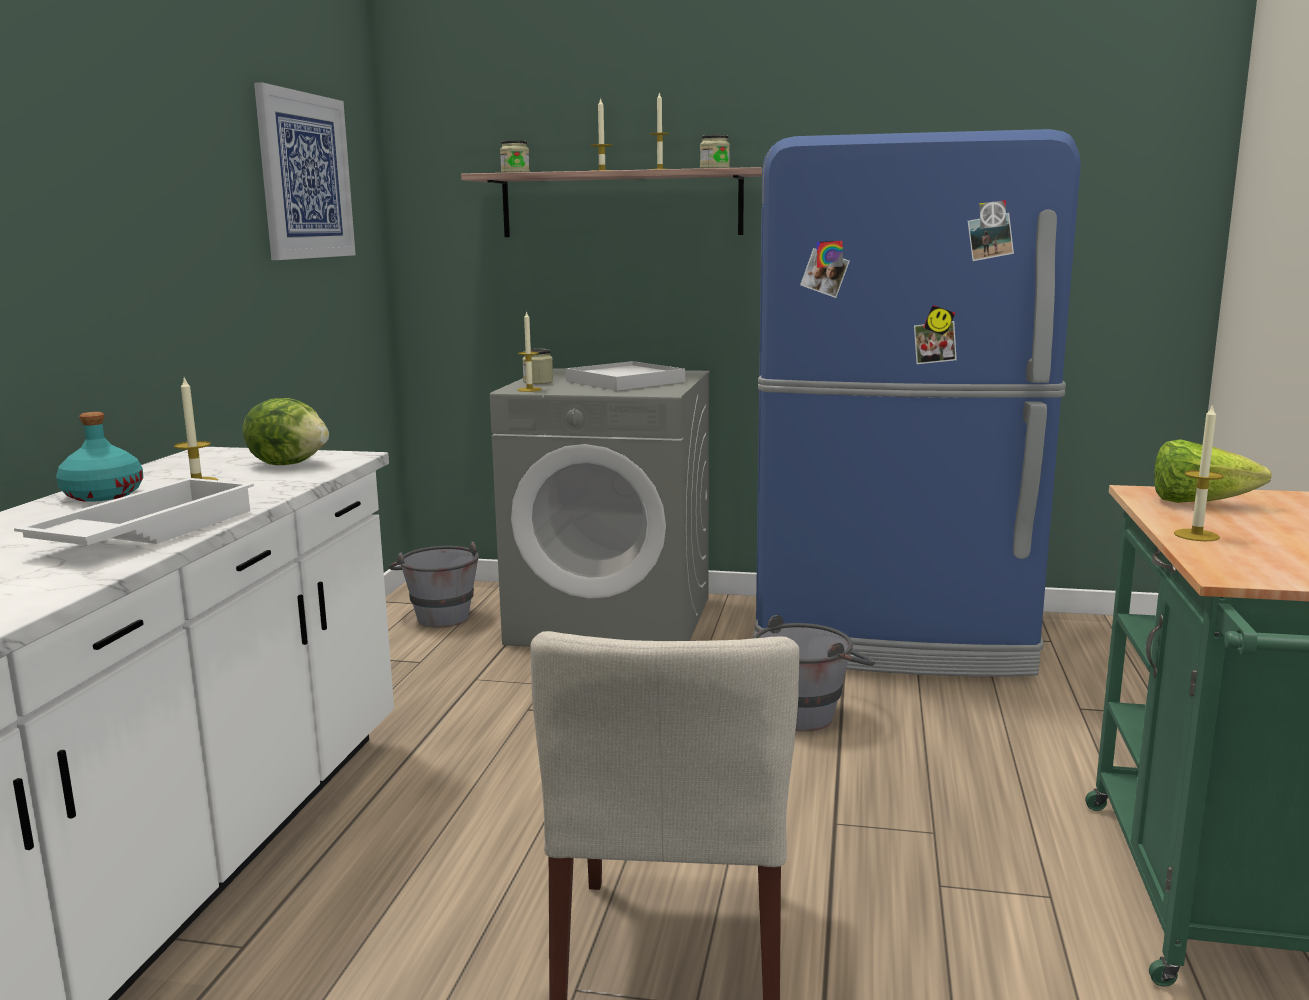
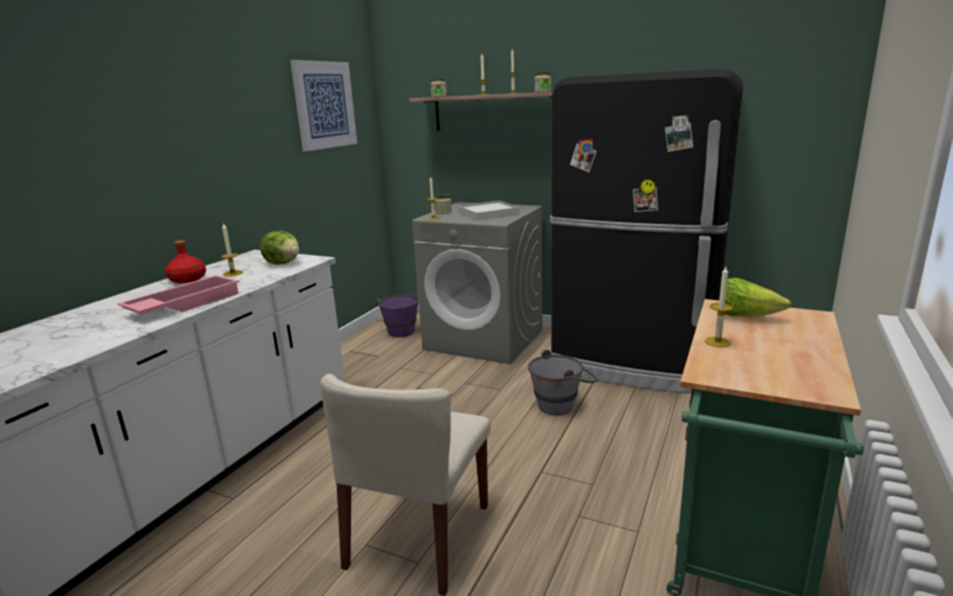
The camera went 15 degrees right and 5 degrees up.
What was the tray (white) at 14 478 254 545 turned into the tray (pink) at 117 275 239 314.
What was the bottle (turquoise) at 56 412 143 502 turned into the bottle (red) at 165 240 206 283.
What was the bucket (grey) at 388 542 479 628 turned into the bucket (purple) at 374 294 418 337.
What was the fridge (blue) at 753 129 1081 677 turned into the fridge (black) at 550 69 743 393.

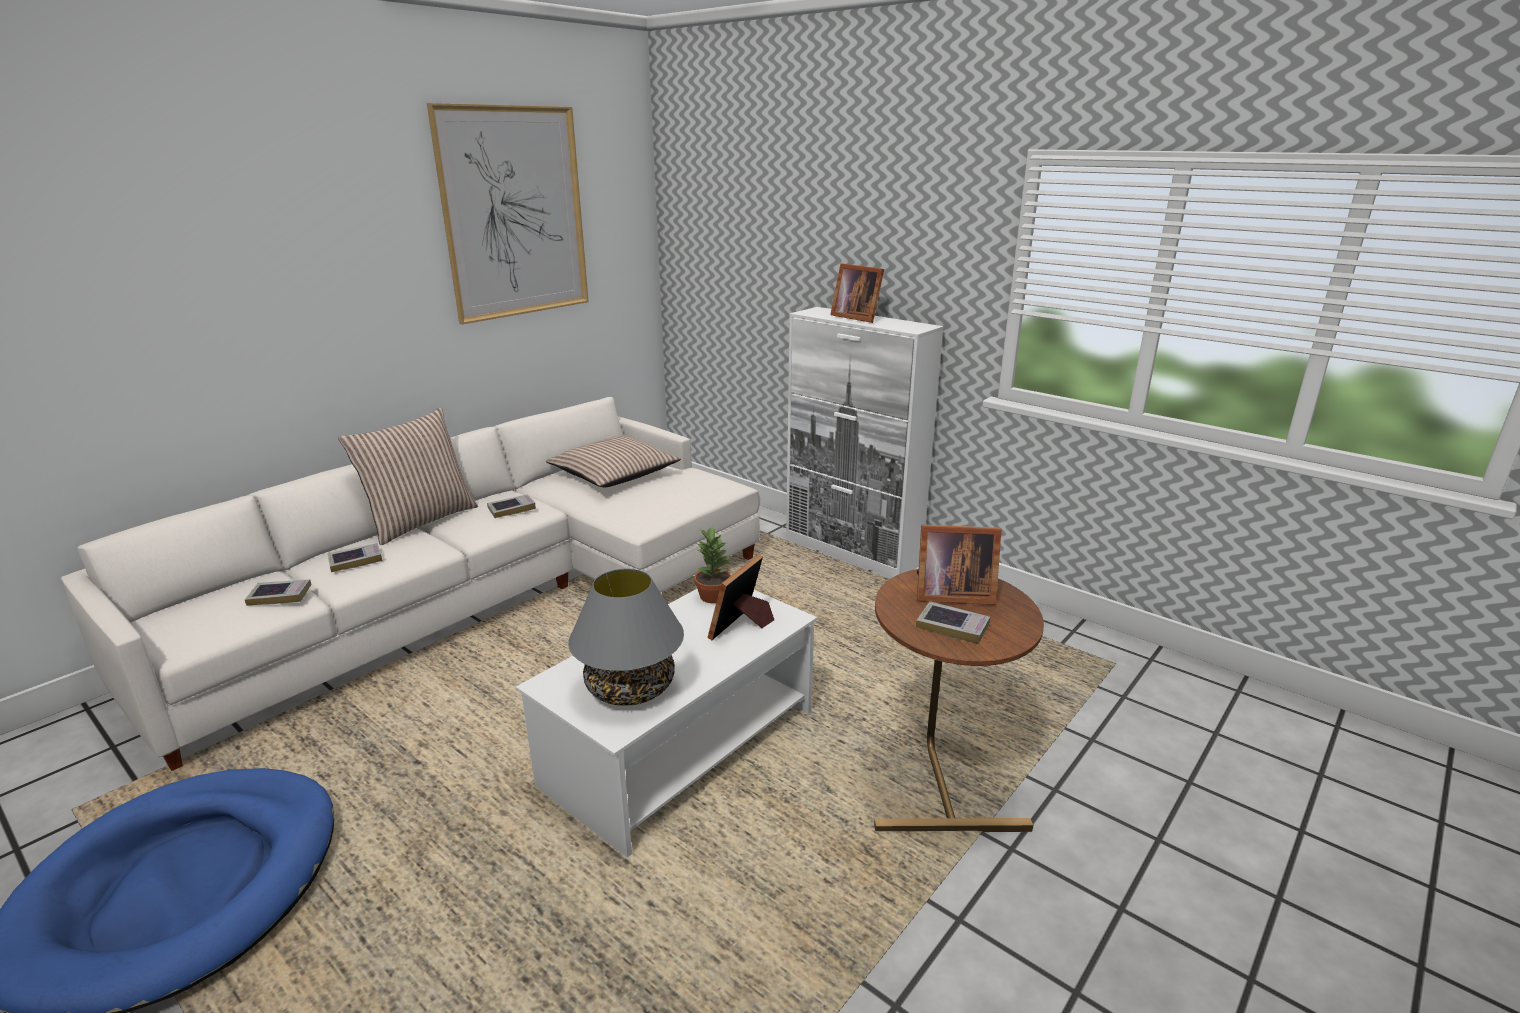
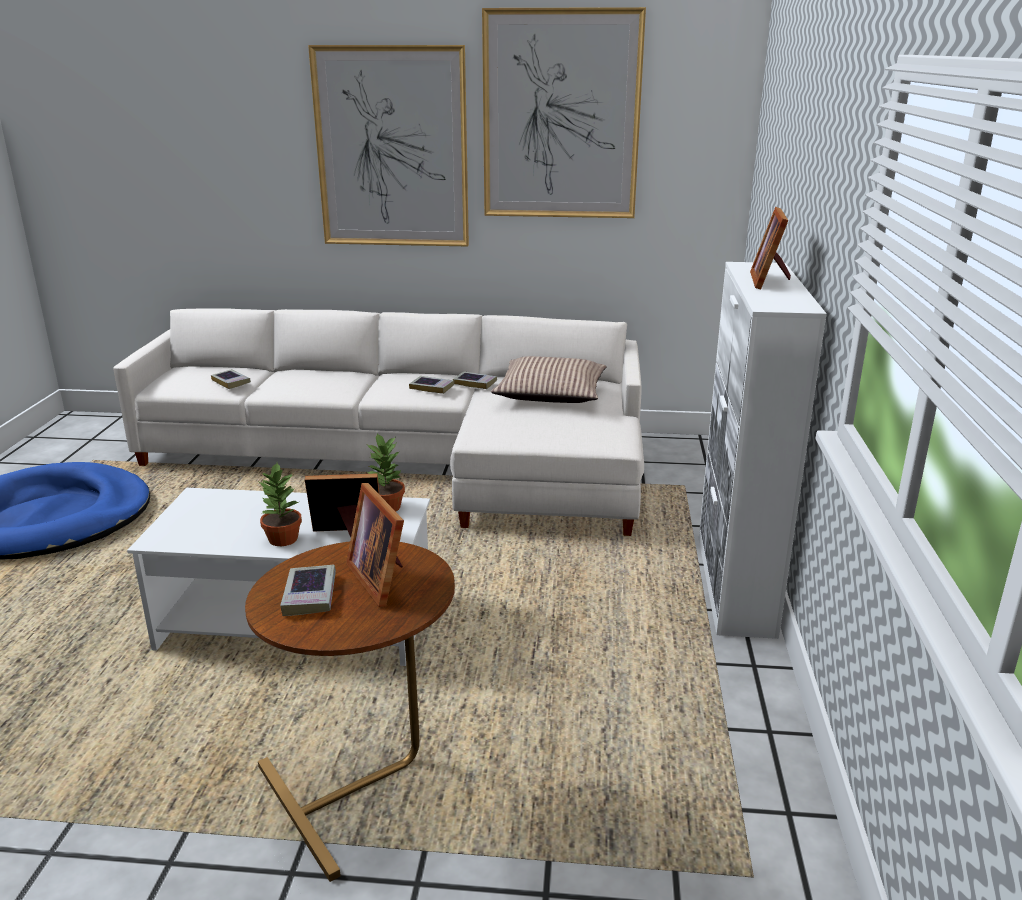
The camera went 55 degrees right and 0 degrees up.
The book ended up elsewhere, having gone from 328 543 382 572 to 453 371 497 389.
The second view lost the pillow at 338 408 478 545.
The second view lost the table lamp (grey) at 568 568 684 706.
The second view gained the potted plant at 259 463 302 546.
The second view gained the picture at 308 45 469 246.

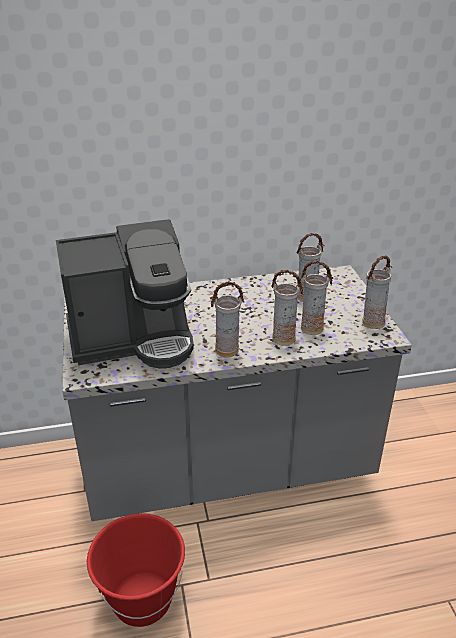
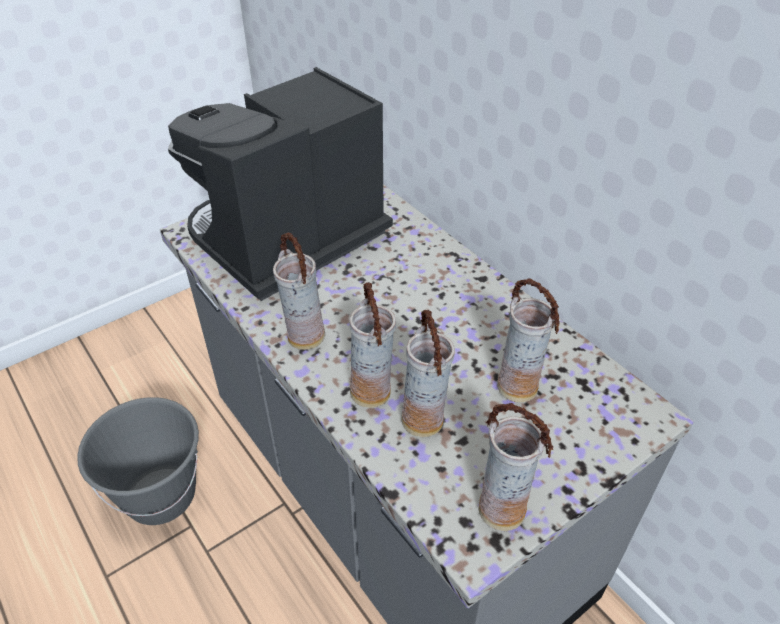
The camera went 65 degrees right and 10 degrees up.
The coffee machine at 56 219 194 369 ended up facing another way, 90 degrees clockwise from before.
What was the bucket (red) at 87 513 185 627 turned into the bucket (grey) at 77 397 199 525.

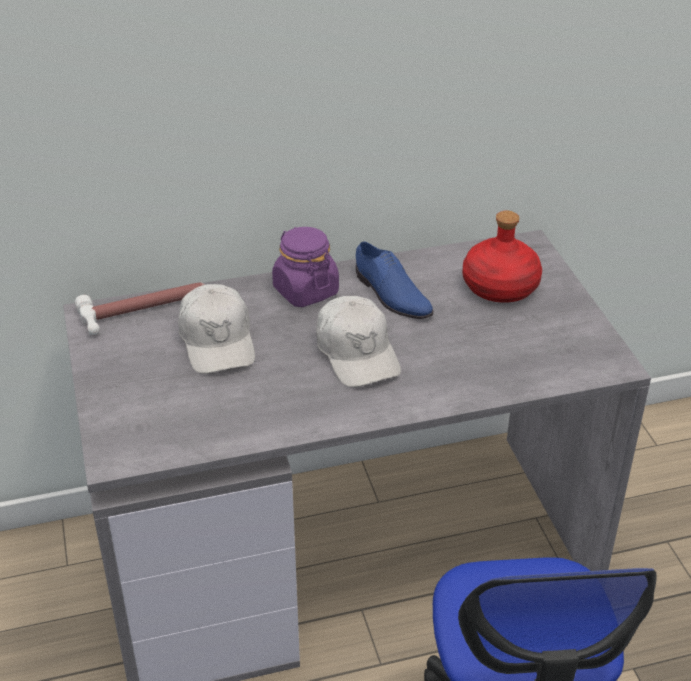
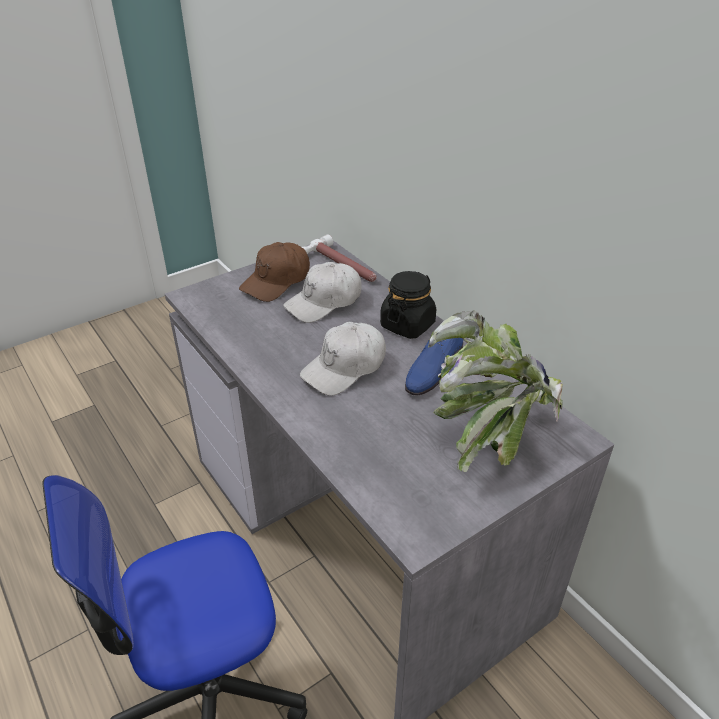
The camera went 70 degrees right and 0 degrees up.
What was the jar (purple) at 272 227 339 307 turned into the jar (black) at 380 271 436 339.
Where the bottle (red) stood at 463 210 542 303, the potted plant came to stand at 428 310 563 472.
The second view gained the cap (brown) at 239 242 310 302.

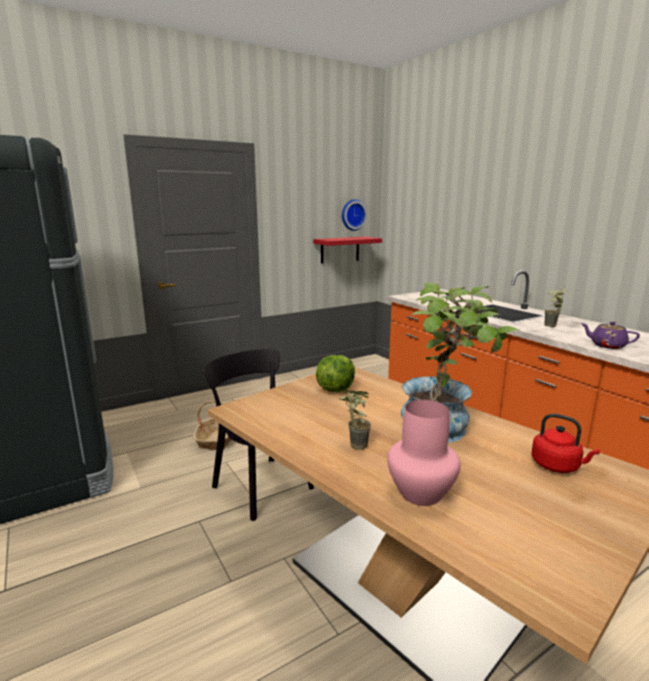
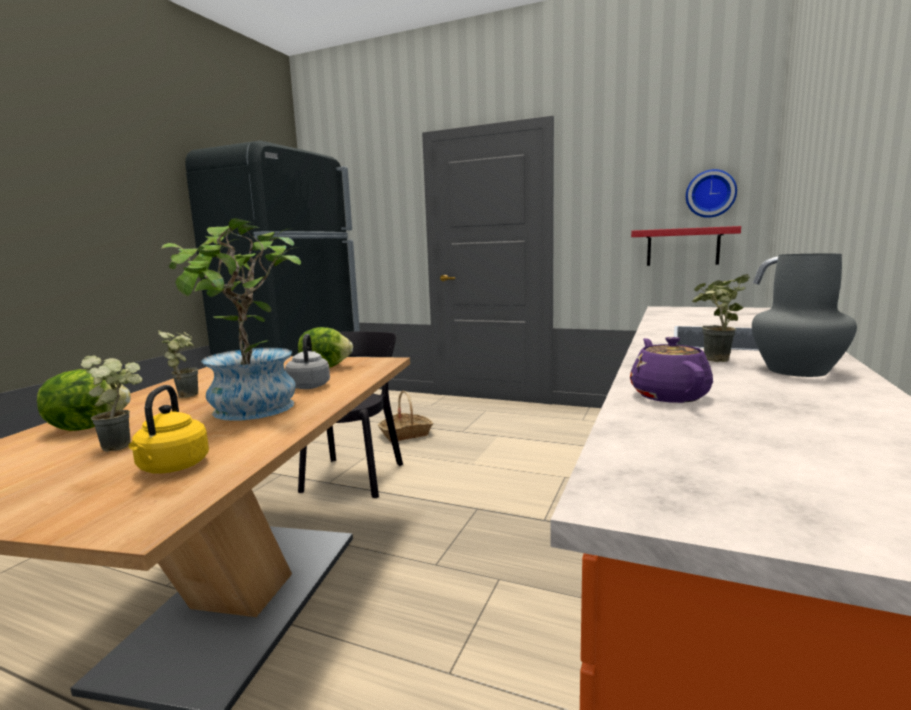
The camera went 55 degrees right and 5 degrees down.
Where the vase (pink) stood at 387 400 460 506, the lettuce came to stand at 37 369 131 431.
What was the kettle (red) at 531 414 600 473 turned into the kettle (yellow) at 129 385 209 474.
The second view gained the potted plant at 81 355 143 452.
The second view gained the kettle (grey) at 285 334 330 389.
The second view gained the vase (grey) at 752 254 857 377.

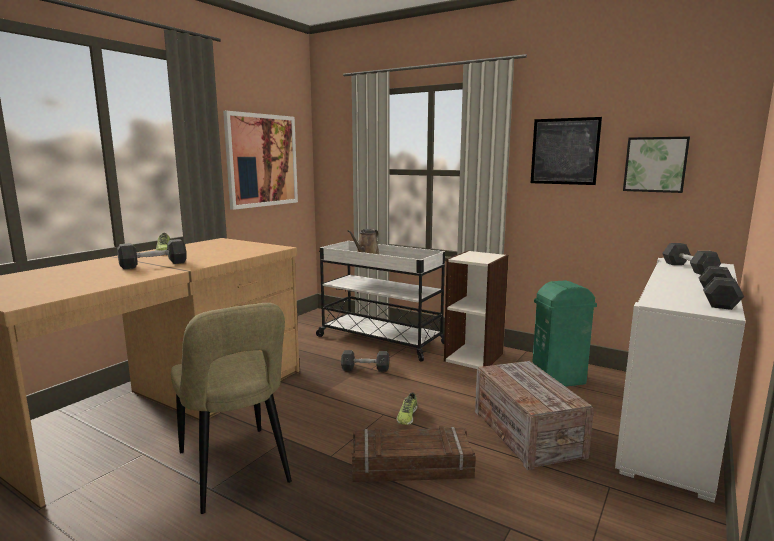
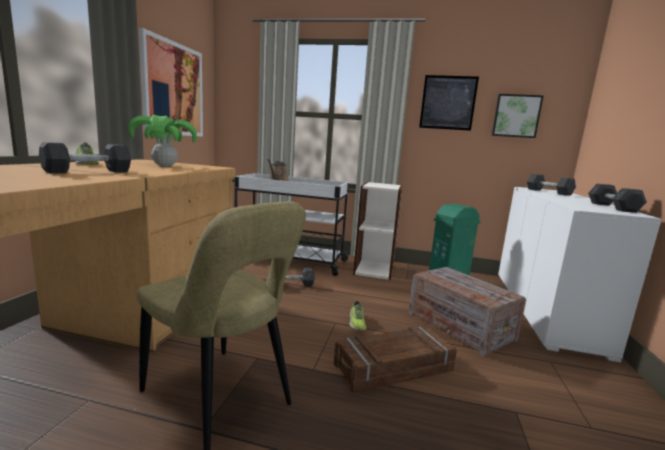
The camera went 20 degrees left and 0 degrees up.
The second view gained the potted plant at 128 115 197 166.

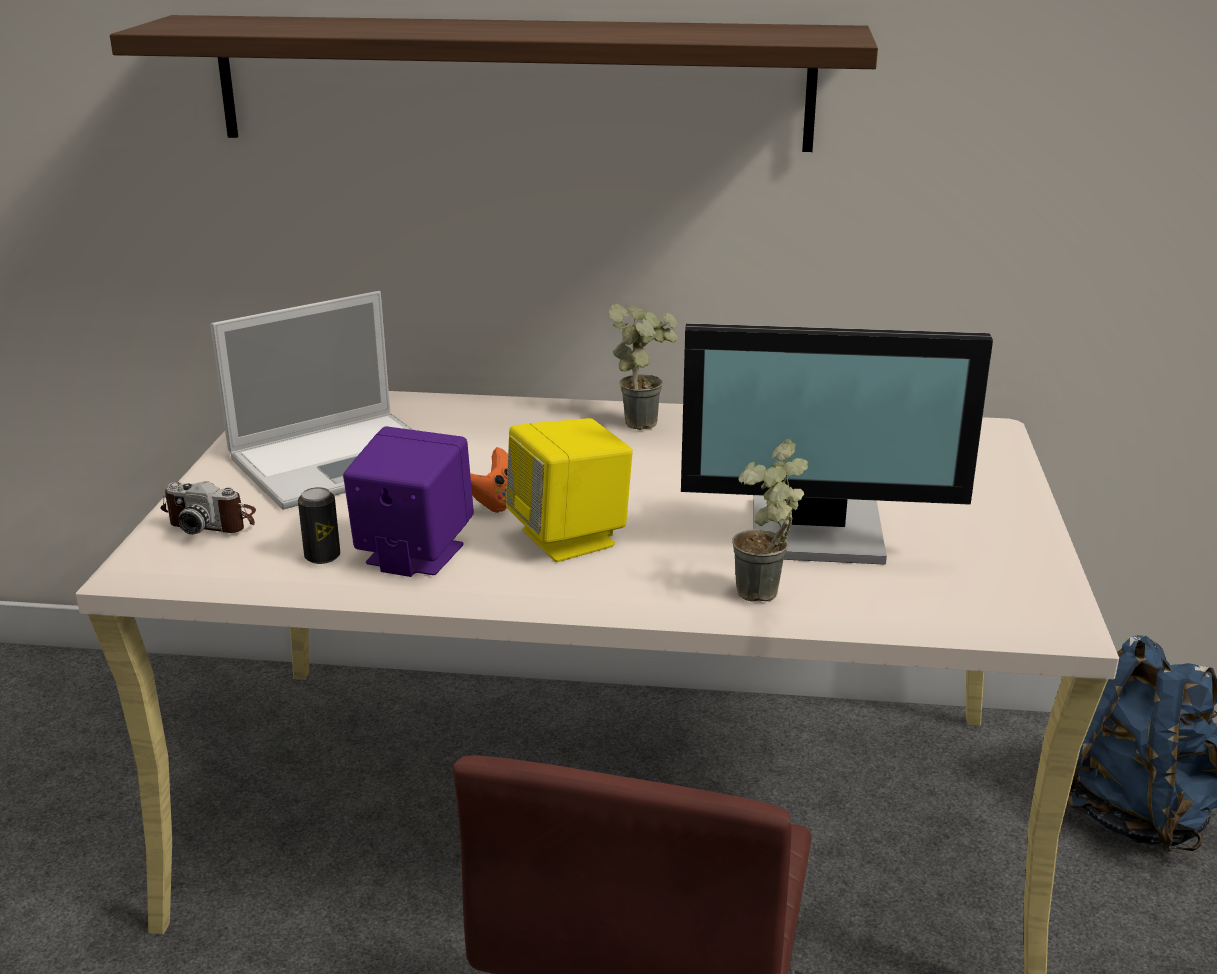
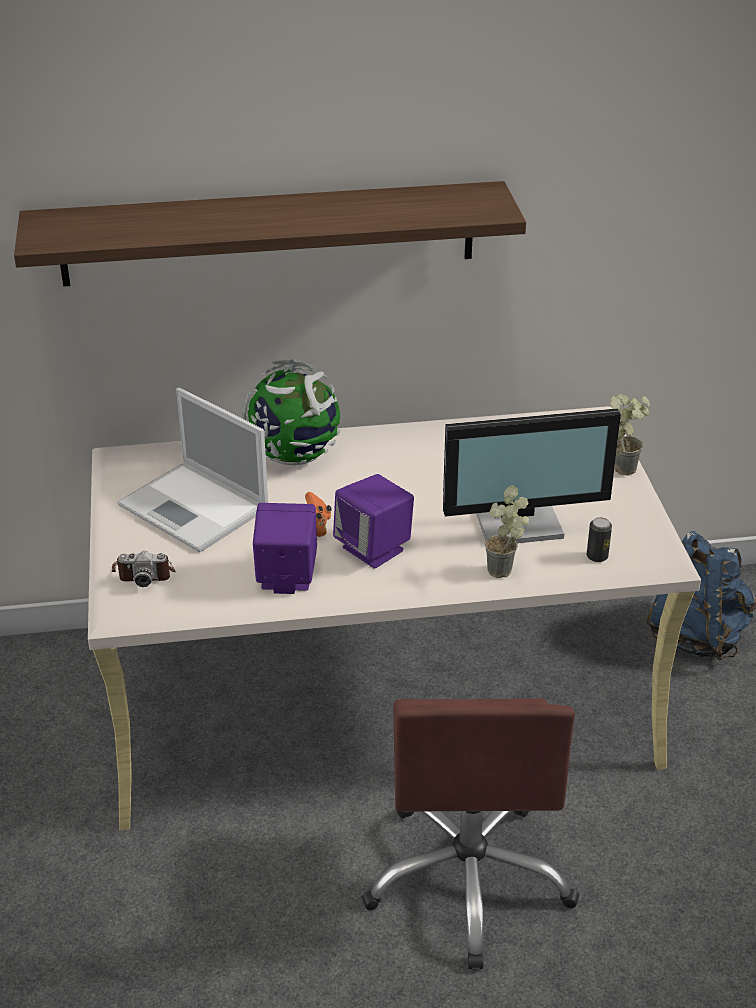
The camera went 15 degrees left and 10 degrees up.
The laptop at 210 291 413 510 ended up facing another way, 90 degrees clockwise from before.
The can ended up elsewhere, having gone from 298 487 340 564 to 587 517 612 562.
What was the speaker (yellow) at 506 418 633 562 turned into the speaker (purple) at 333 474 414 569.
The potted plant ended up elsewhere, having gone from 608 304 678 430 to 610 394 650 476.
The second view gained the globe at 243 359 341 465.

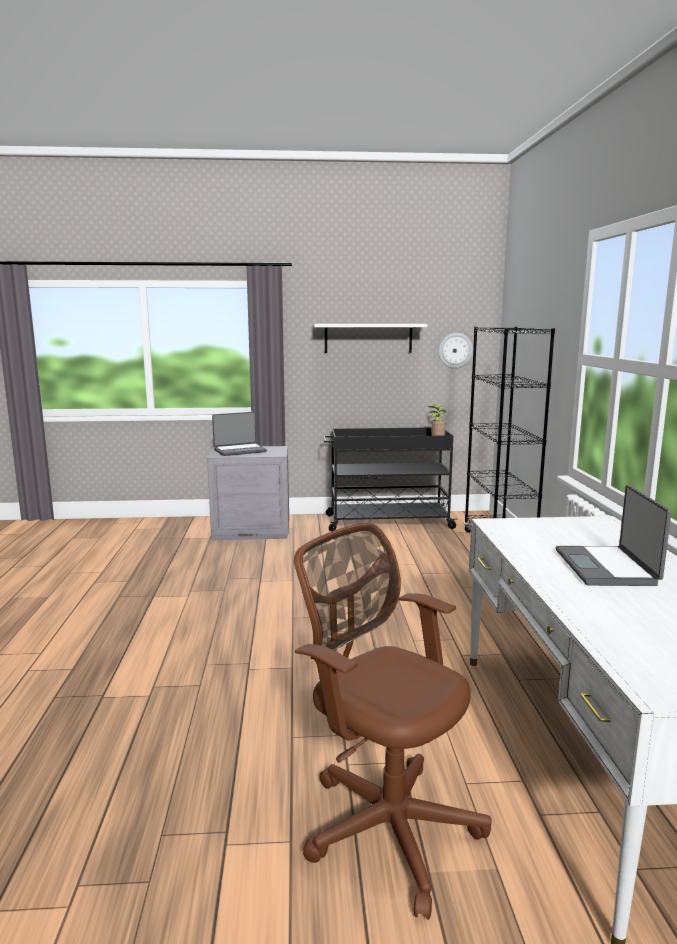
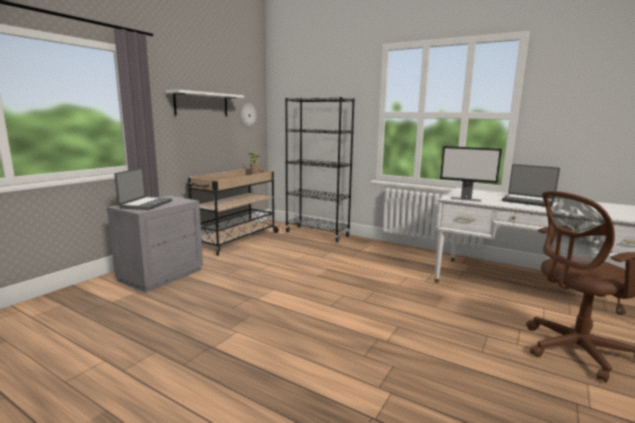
The camera went 55 degrees left and 0 degrees up.
What was the cart (black) at 323 427 457 531 turned into the cart (beige) at 188 168 279 256.
The second view gained the monitor at 440 146 502 202.

